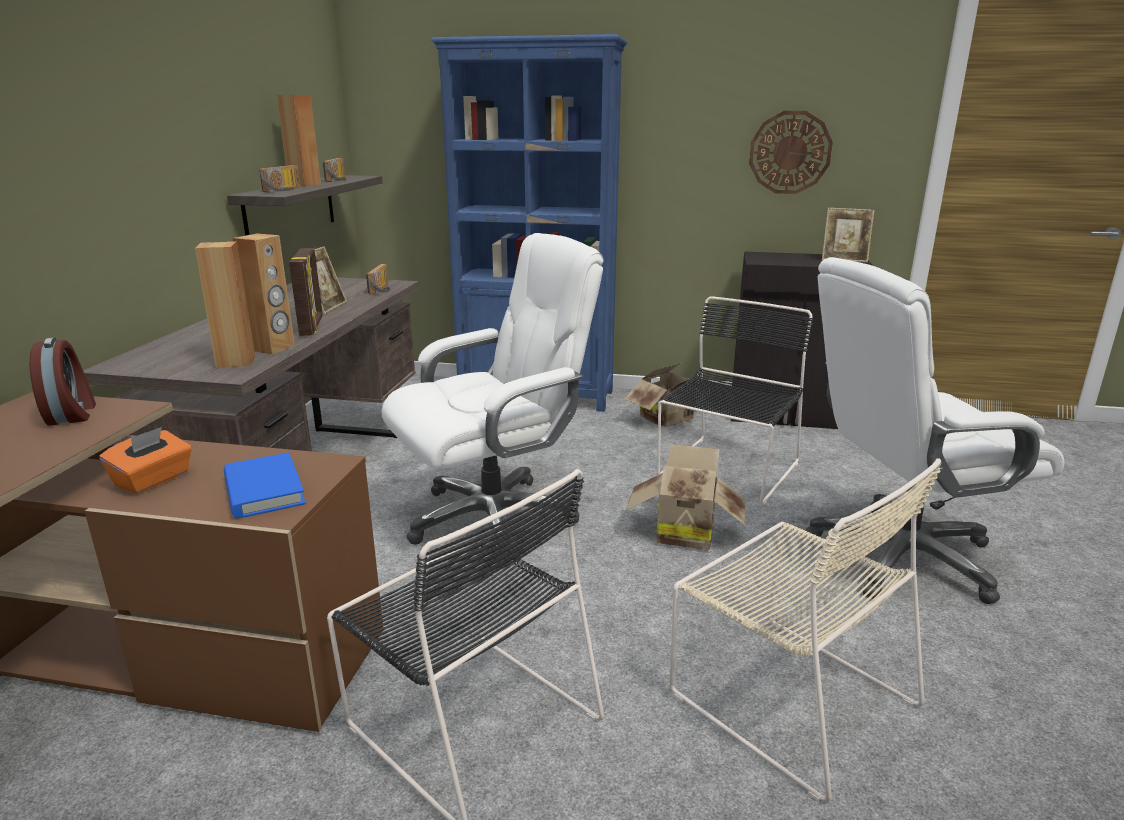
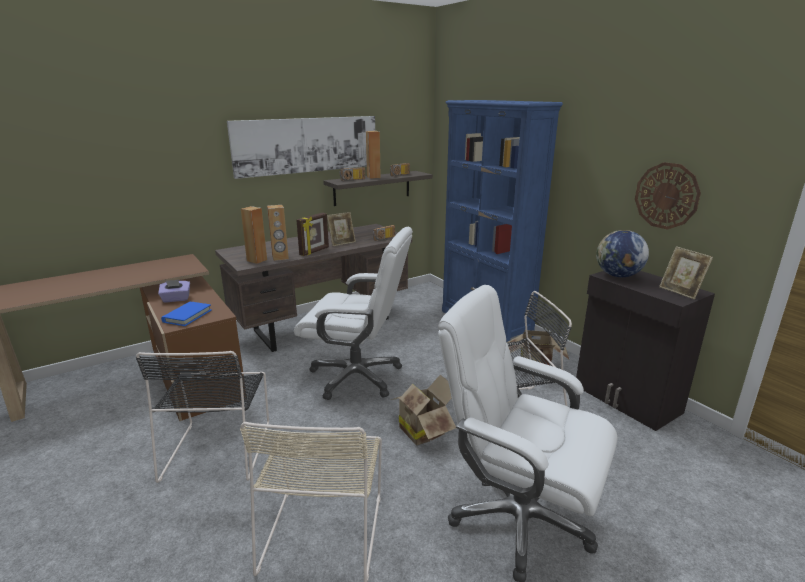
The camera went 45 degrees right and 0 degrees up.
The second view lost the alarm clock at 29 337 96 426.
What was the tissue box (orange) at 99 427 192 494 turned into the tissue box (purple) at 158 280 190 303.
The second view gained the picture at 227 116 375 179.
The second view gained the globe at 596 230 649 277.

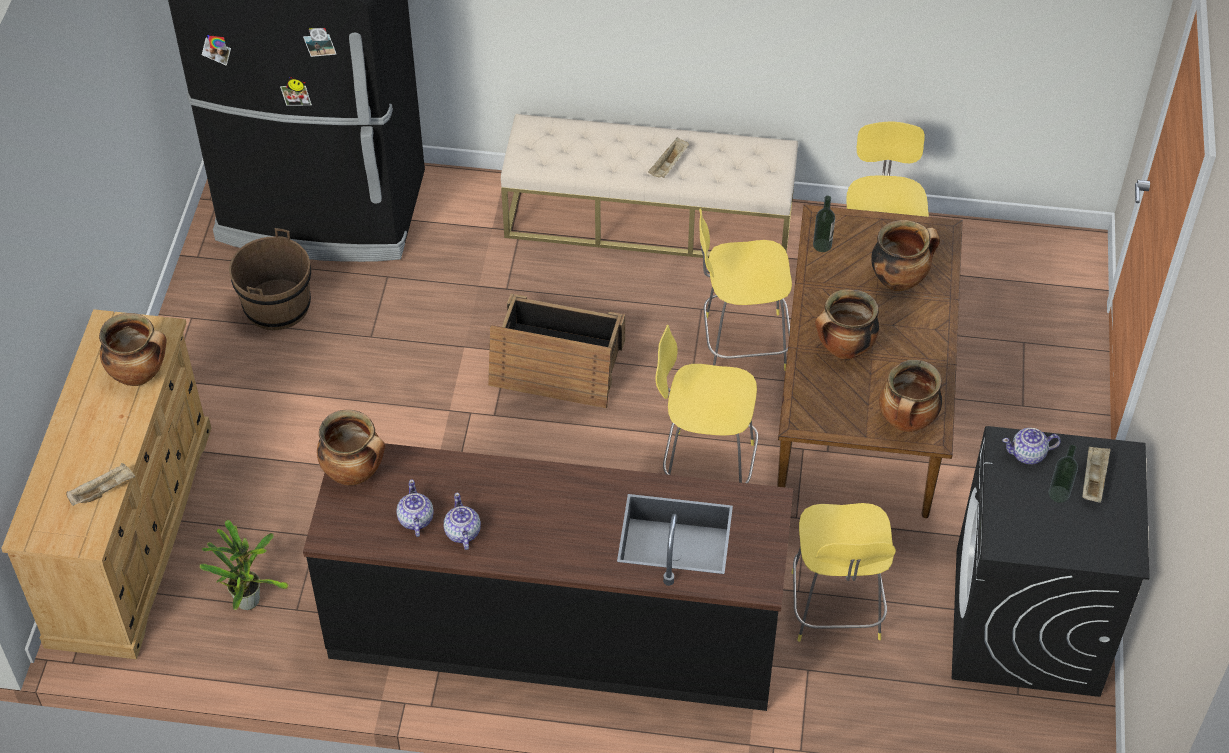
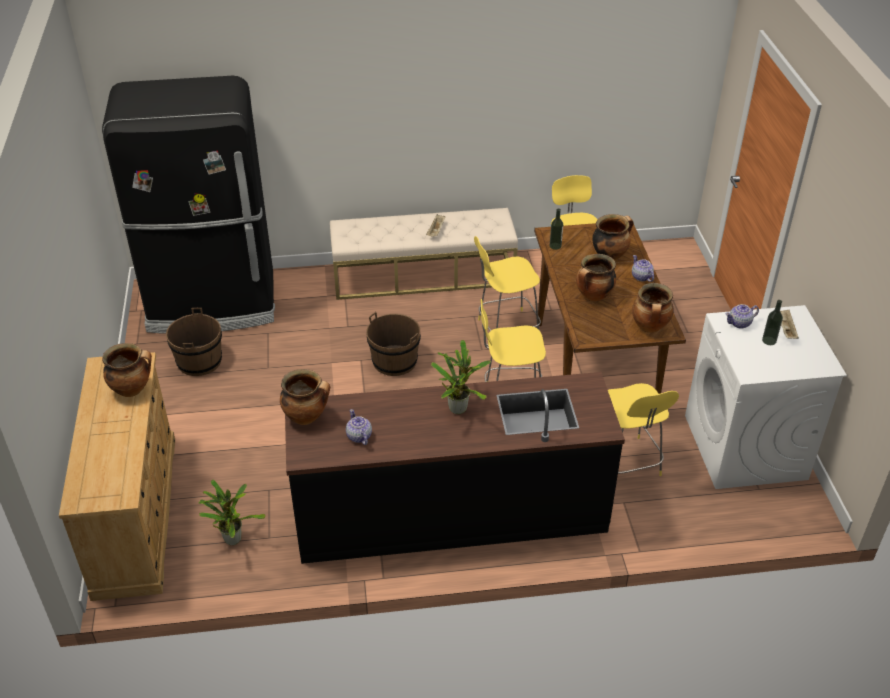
The camera went 15 degrees left and 10 degrees down.
The second view lost the tray (beige) at 66 463 135 506.
The teapot ended up elsewhere, having gone from 444 493 481 550 to 632 255 654 282.
Where the crate stood at 488 294 625 408, the bucket (brown) came to stand at 366 312 421 376.
What was the washing machine (black) at 952 426 1149 697 turned into the washing machine (white) at 685 305 847 489.
The second view gained the potted plant at 431 340 491 414.

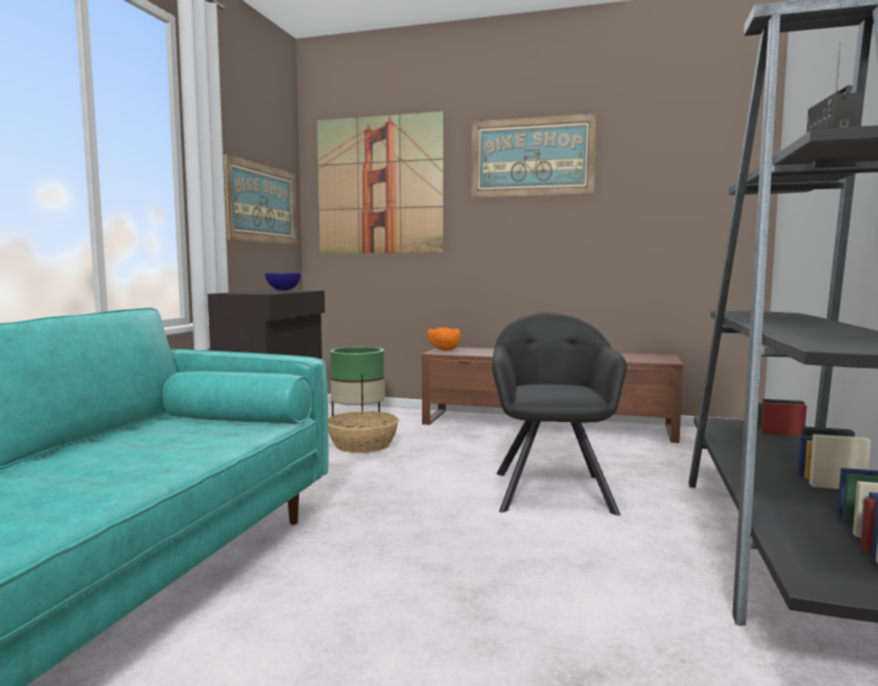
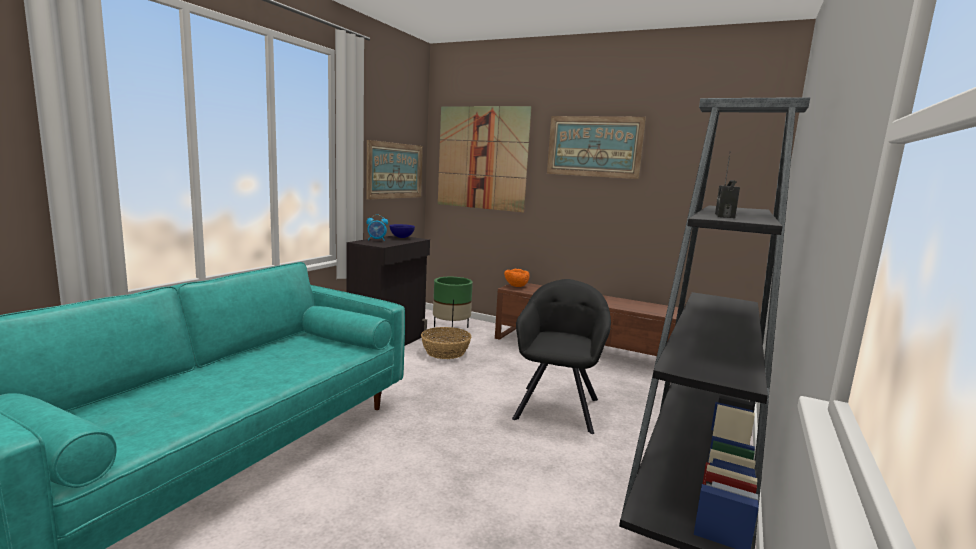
The camera went 10 degrees right and 5 degrees up.
The second view gained the alarm clock at 367 214 388 241.

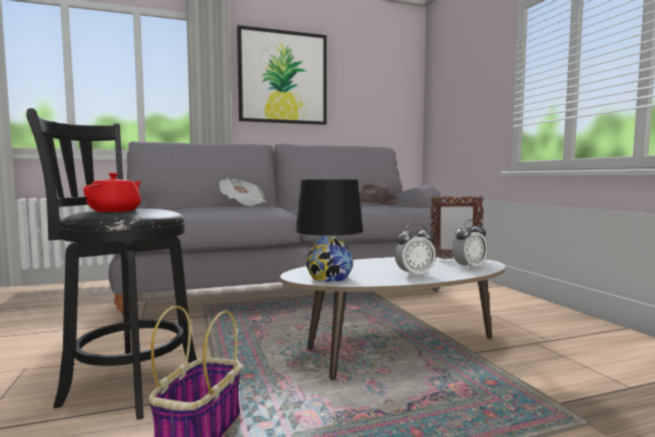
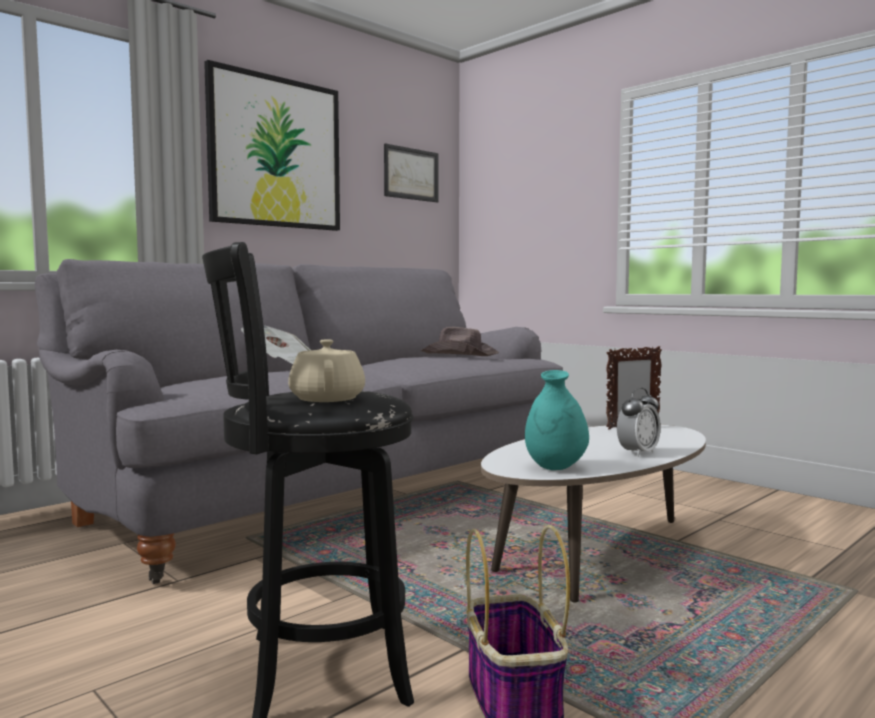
The camera went 25 degrees left and 0 degrees up.
What was the teapot (red) at 83 173 142 212 turned into the teapot (beige) at 288 339 365 402.
Where the table lamp (black) stood at 296 179 363 282, the vase (turquoise) came to stand at 525 370 589 470.
The second view lost the alarm clock at 452 220 487 270.
The second view gained the picture at 384 143 439 202.

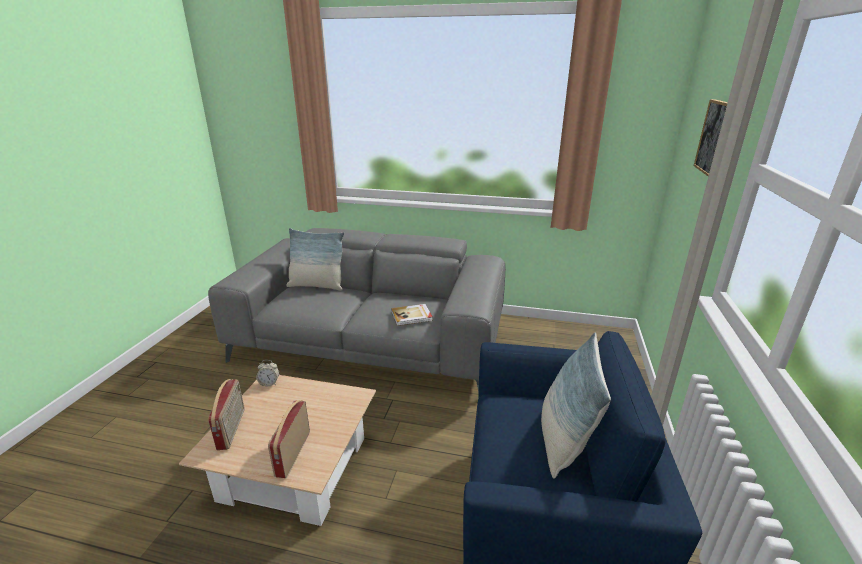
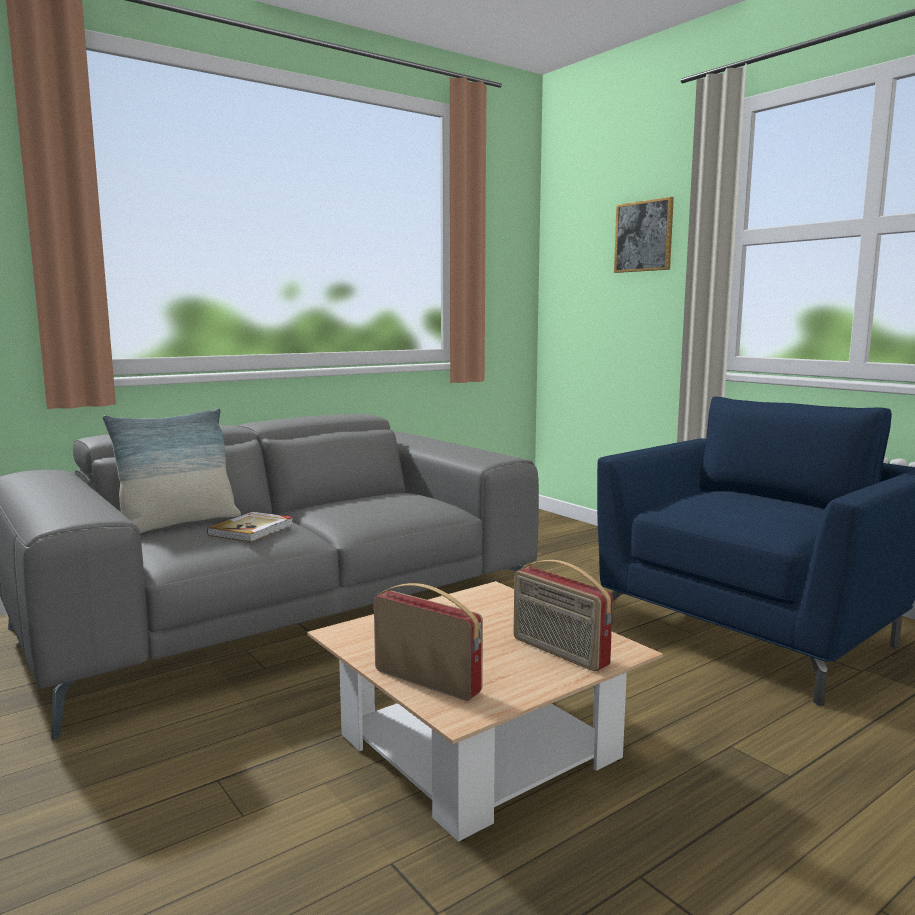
The camera went 50 degrees left and 15 degrees down.
The second view lost the alarm clock at 256 360 279 386.
The book ended up elsewhere, having gone from 391 304 433 326 to 207 512 293 542.
The second view lost the pillow at 541 333 611 479.

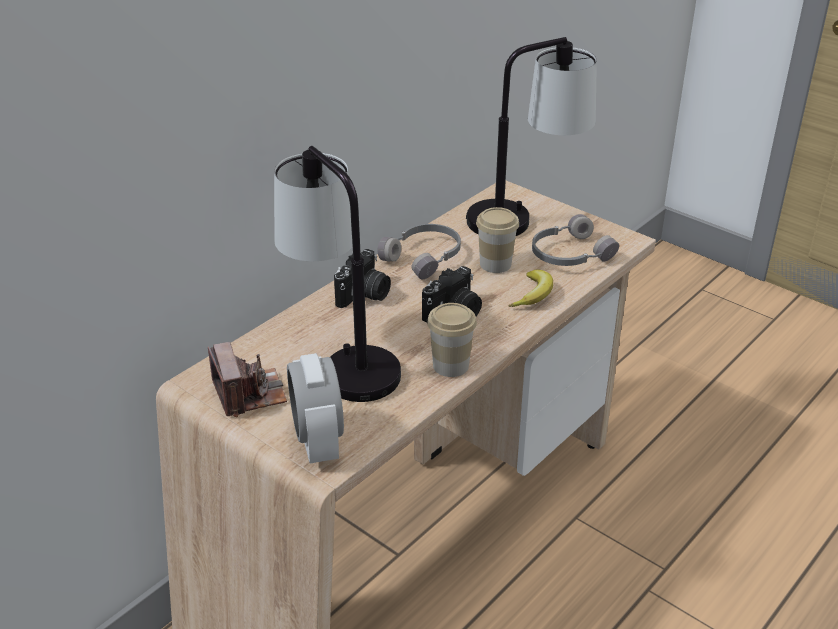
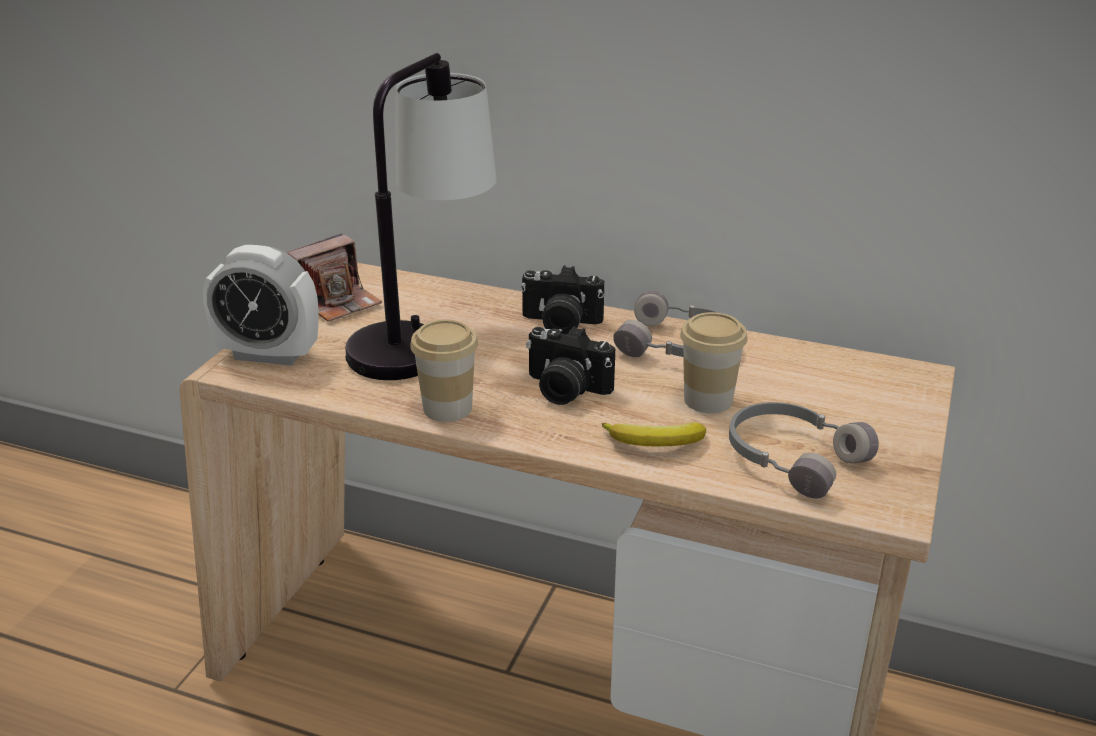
The camera went 70 degrees right and 5 degrees down.
The alarm clock at 287 353 344 463 ended up facing another way, 135 degrees counterclockwise from before.
The second view lost the table lamp at 466 37 597 236.

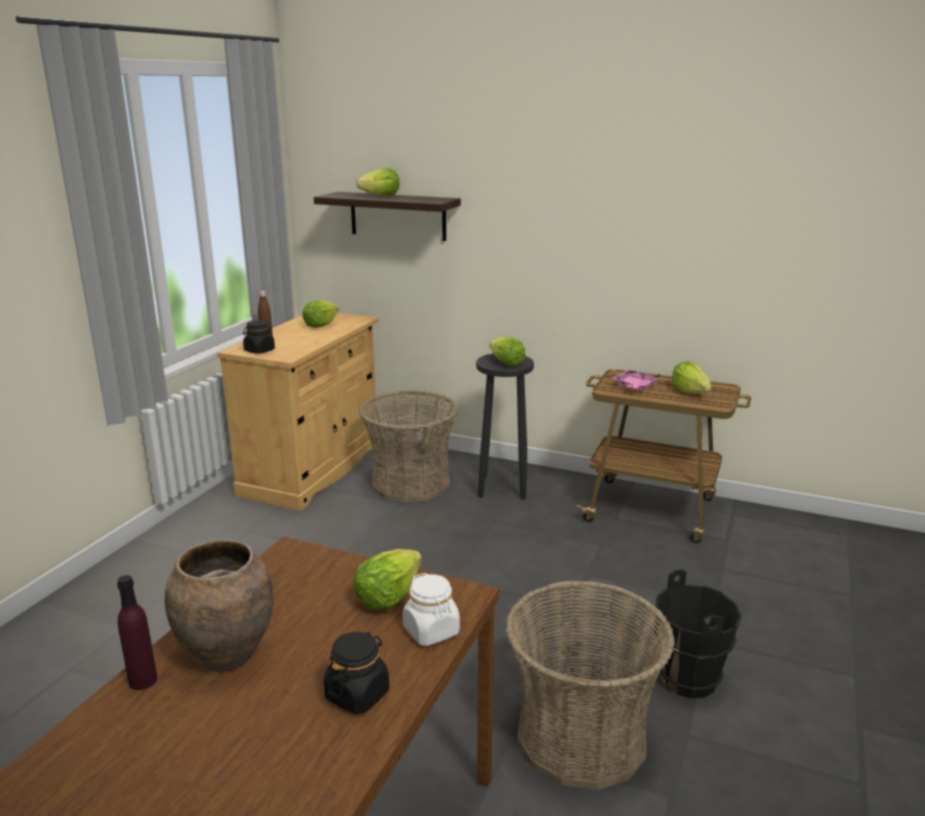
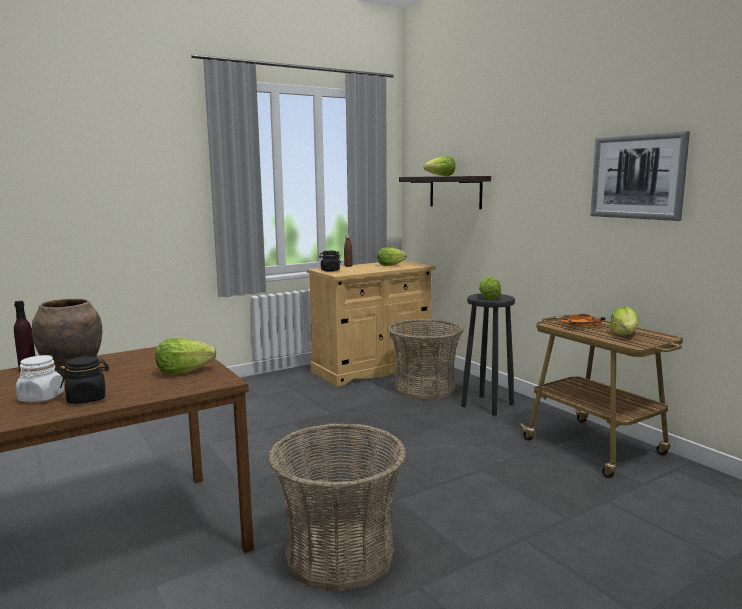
The camera went 35 degrees right and 10 degrees down.
The jar (white) ended up elsewhere, having gone from 403 573 460 646 to 16 355 64 402.
What was the tray (pink) at 612 370 660 390 turned into the tray (orange) at 558 314 606 327.
The second view lost the bucket (black) at 654 569 742 698.
The second view gained the picture at 590 131 690 221.

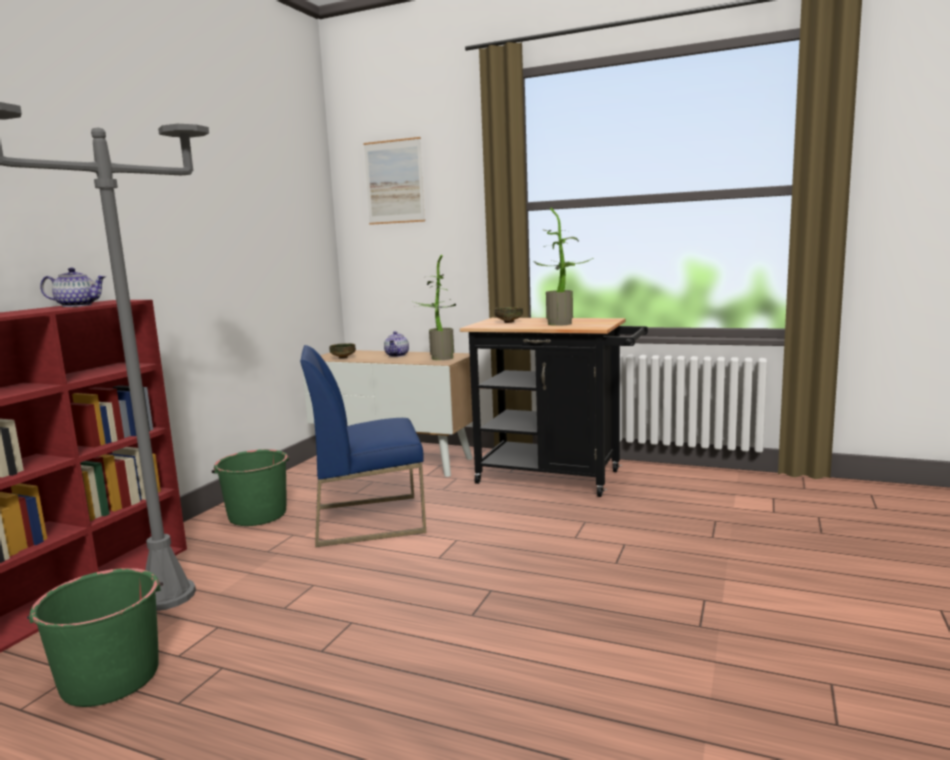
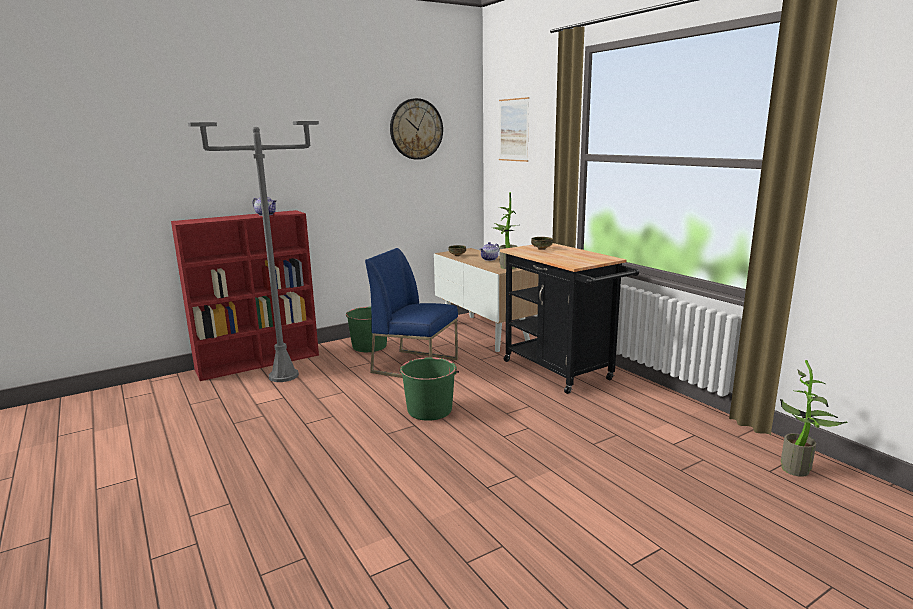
The camera went 35 degrees right and 5 degrees up.
The bucket (green) ended up elsewhere, having gone from 27 568 163 707 to 399 357 459 421.
The potted plant ended up elsewhere, having gone from 533 208 594 326 to 780 360 847 477.
The second view gained the wall clock at 390 98 443 160.

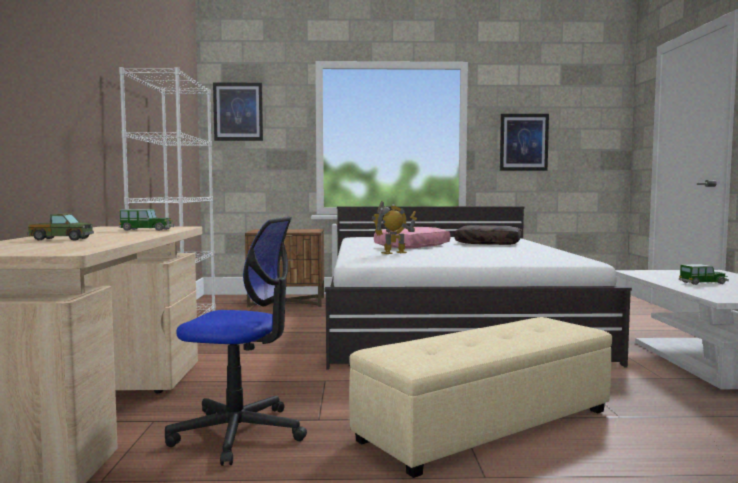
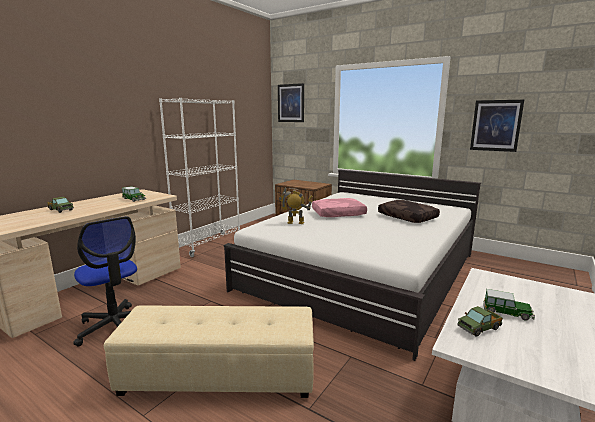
The camera went 35 degrees right and 10 degrees up.
The second view gained the toy truck at 457 306 503 337.

